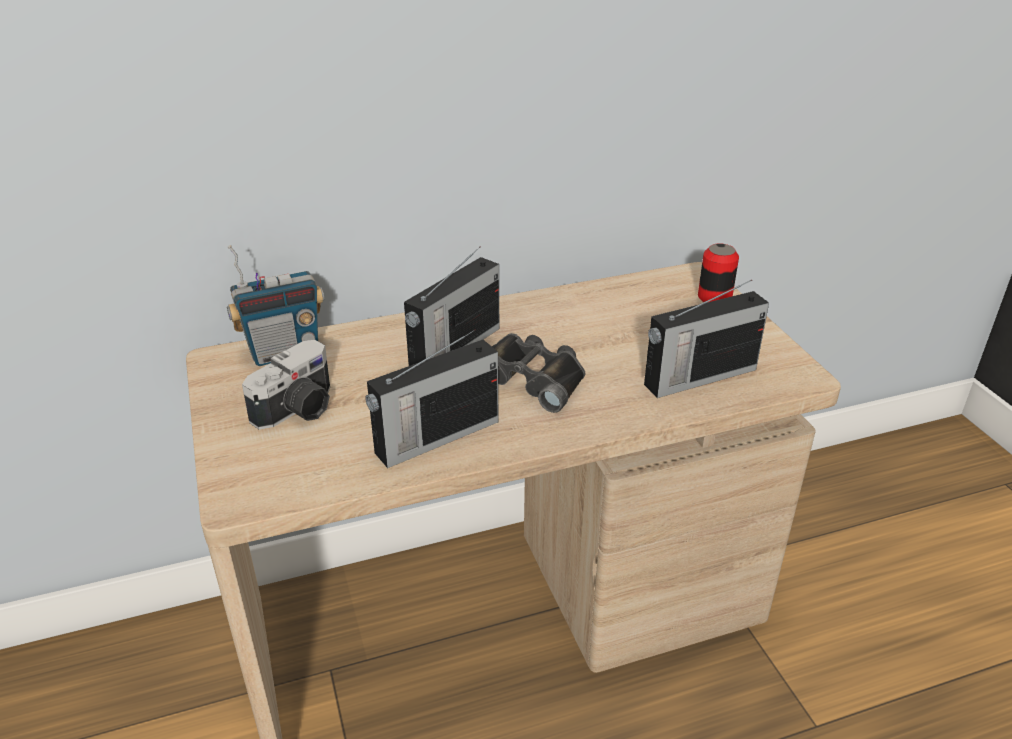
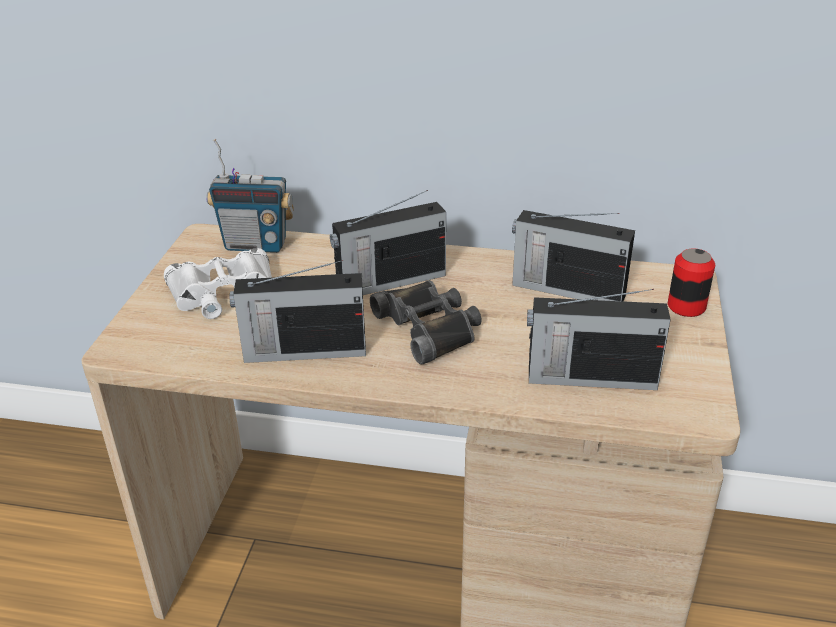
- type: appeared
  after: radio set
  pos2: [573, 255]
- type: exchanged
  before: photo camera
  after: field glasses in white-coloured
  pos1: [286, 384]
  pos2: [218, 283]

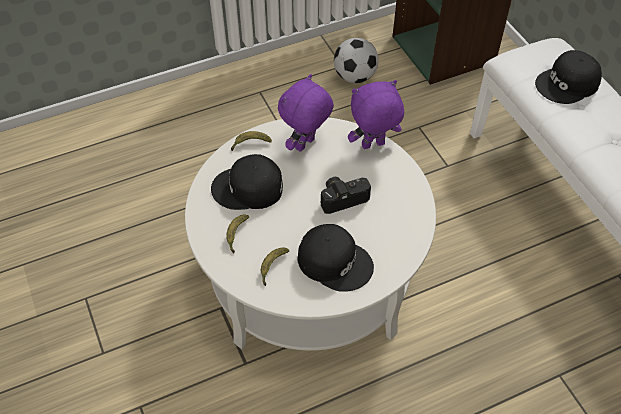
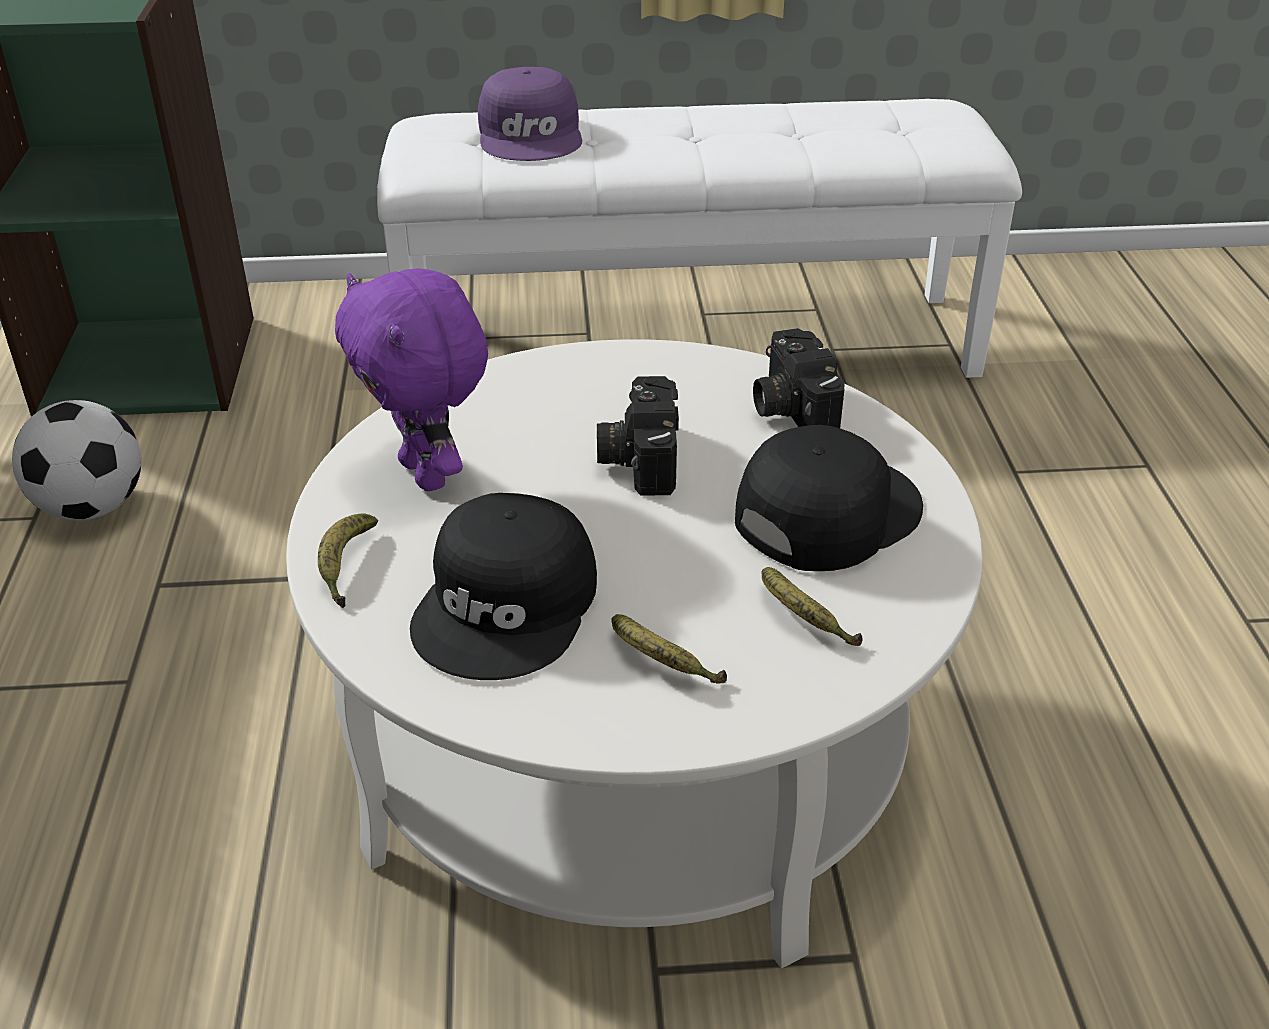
- type: missing
  before: cuddly toy in purple-coloured
  pos1: [376, 114]
- type: appeared
  after: photo camera
  pos2: [799, 378]
- type: colour
  before: cap in black
  after: cap in purple-coloured
  pos1: [568, 77]
  pos2: [530, 114]

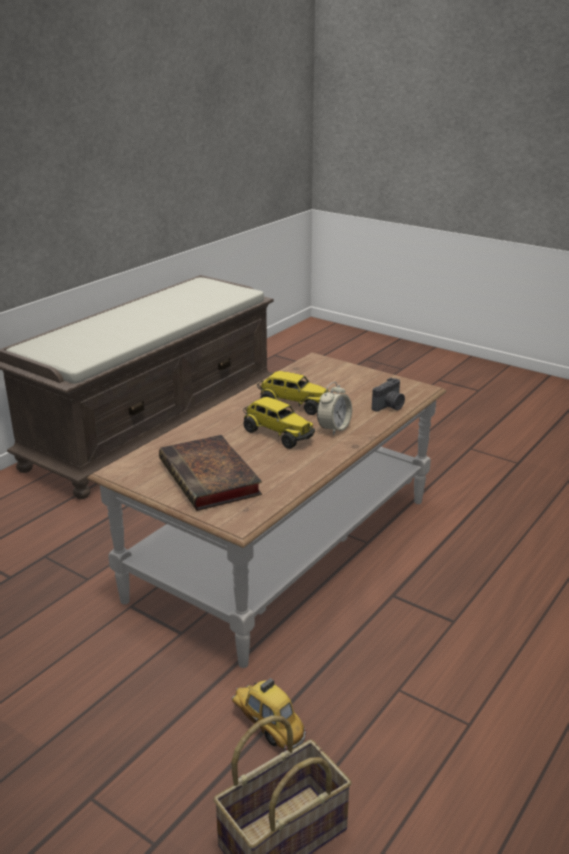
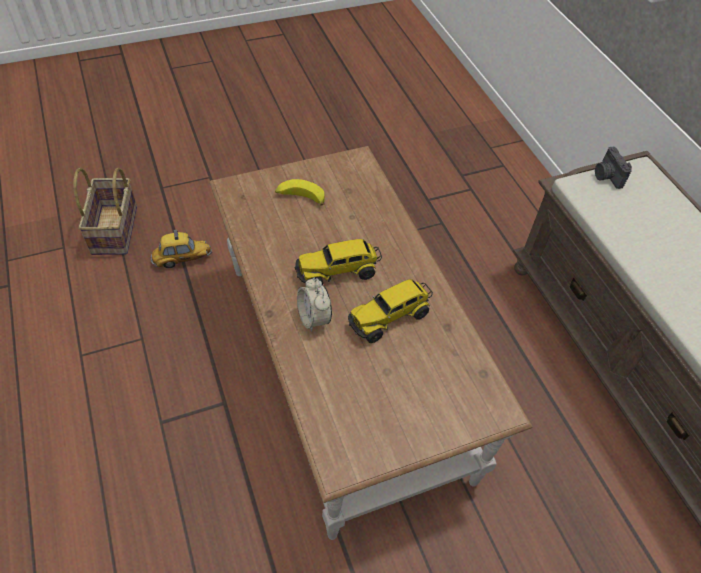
- type: relocated
  before: photo camera
  pos1: [388, 394]
  pos2: [613, 167]
- type: exchanged
  before: bound book
  after: banana
  pos1: [210, 473]
  pos2: [300, 192]

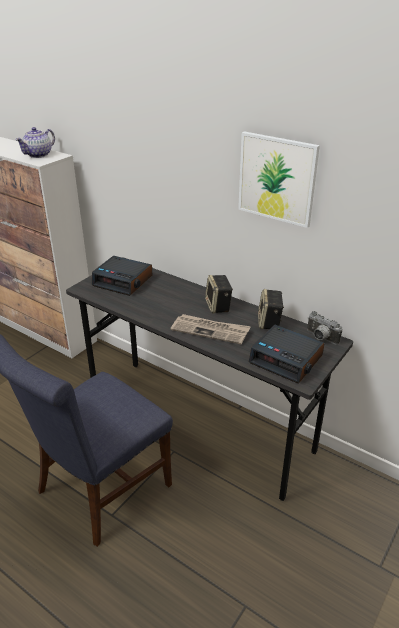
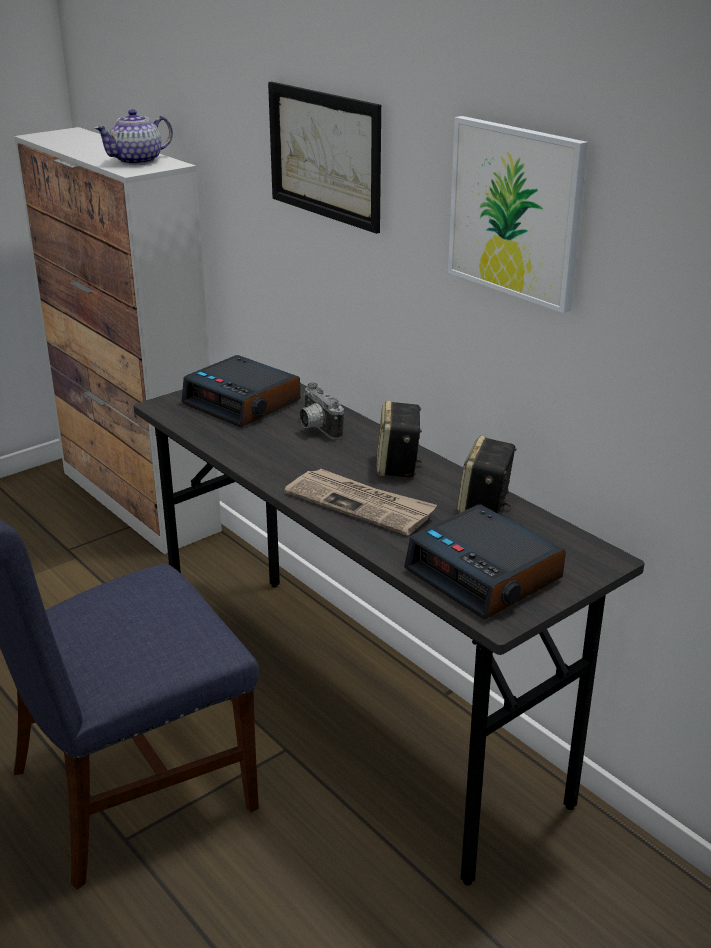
- type: appeared
  after: picture
  pos2: [324, 158]
- type: relocated
  before: photo camera
  pos1: [325, 328]
  pos2: [321, 410]

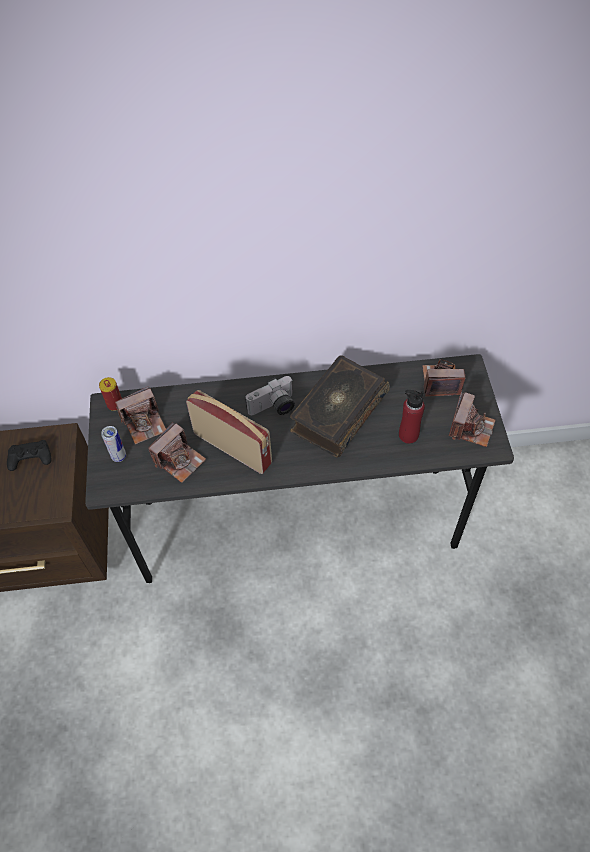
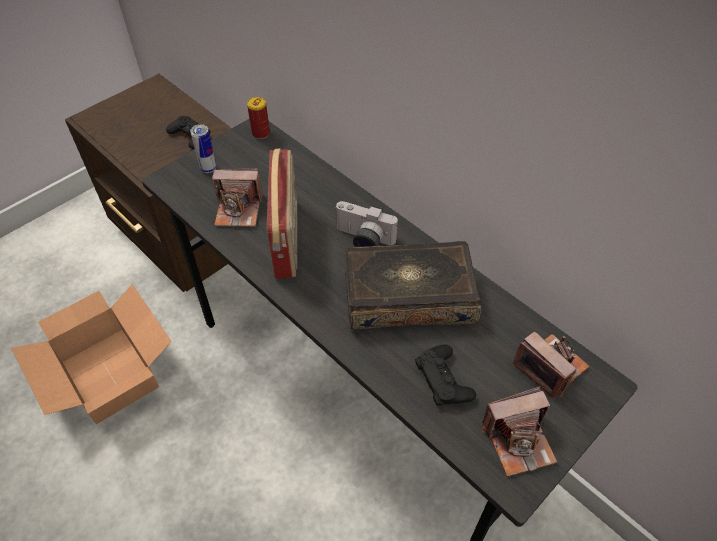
- type: missing
  before: photo camera
  pos1: [140, 415]
- type: appeared
  after: packing box
  pos2: [91, 354]
- type: exchanged
  before: beverage bottle in red-coloured
  after: joypad in black
  pos1: [412, 417]
  pos2: [445, 374]

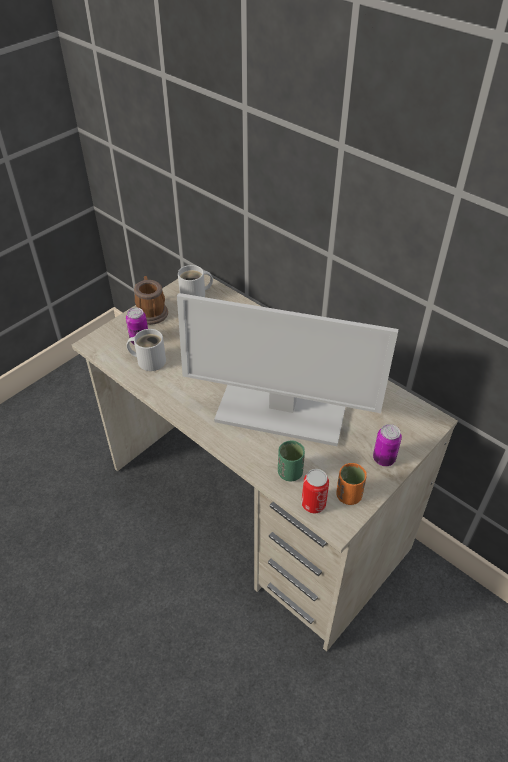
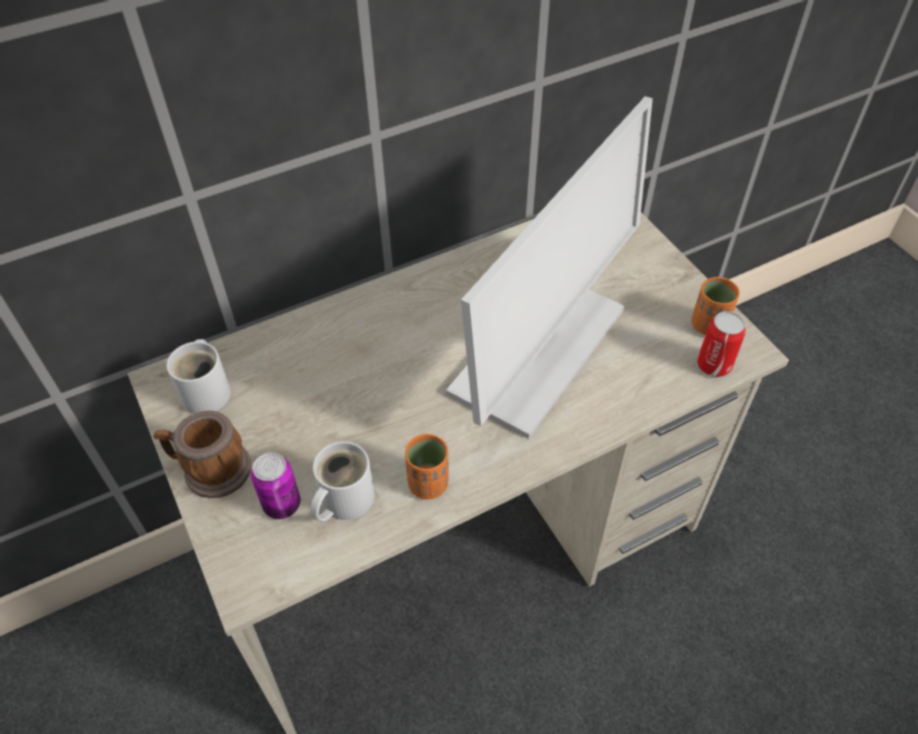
- type: missing
  before: cup in greenish
  pos1: [291, 461]
- type: missing
  before: metal can
  pos1: [387, 445]
- type: appeared
  after: cup in orange-coloured
  pos2: [427, 466]

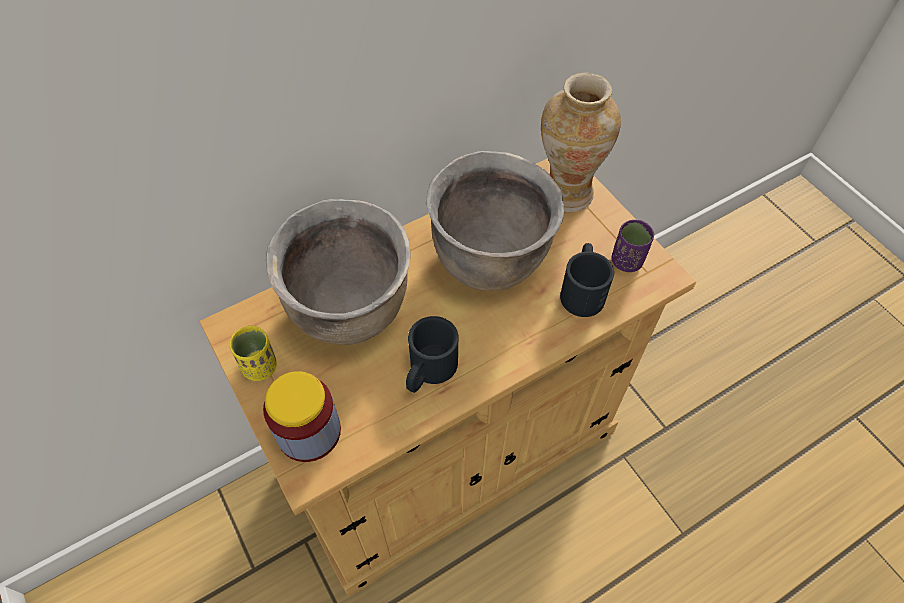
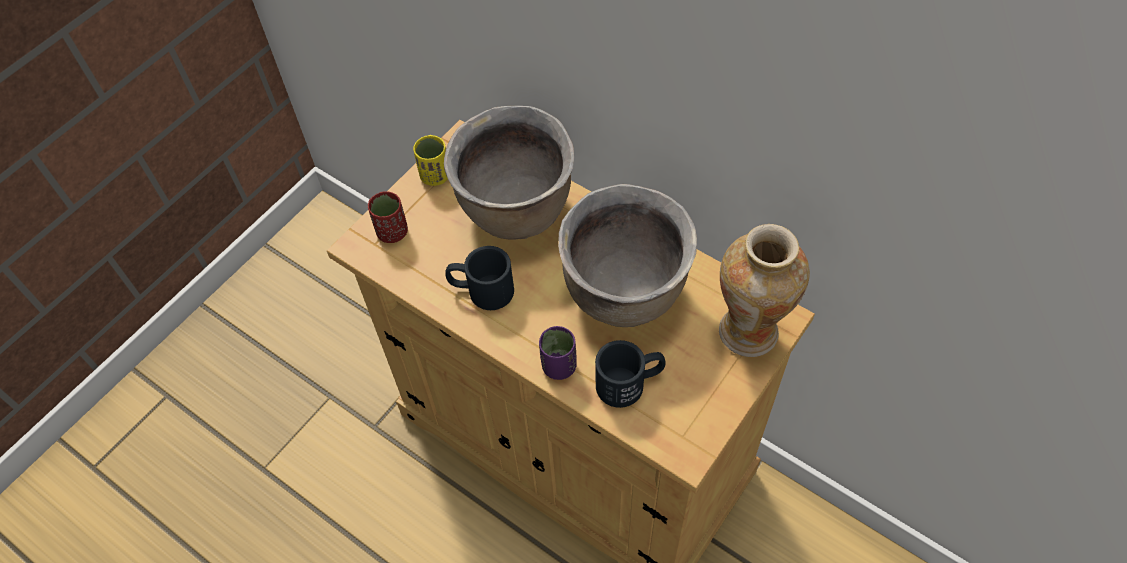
- type: relocated
  before: cup in purple-coloured
  pos1: [632, 246]
  pos2: [558, 353]
- type: exchanged
  before: jar
  after: cup in red-coloured
  pos1: [302, 416]
  pos2: [388, 217]

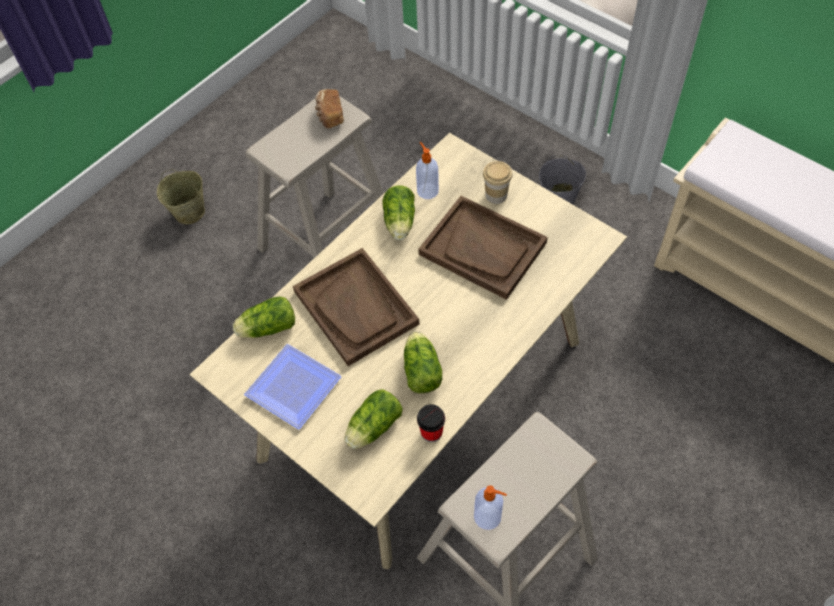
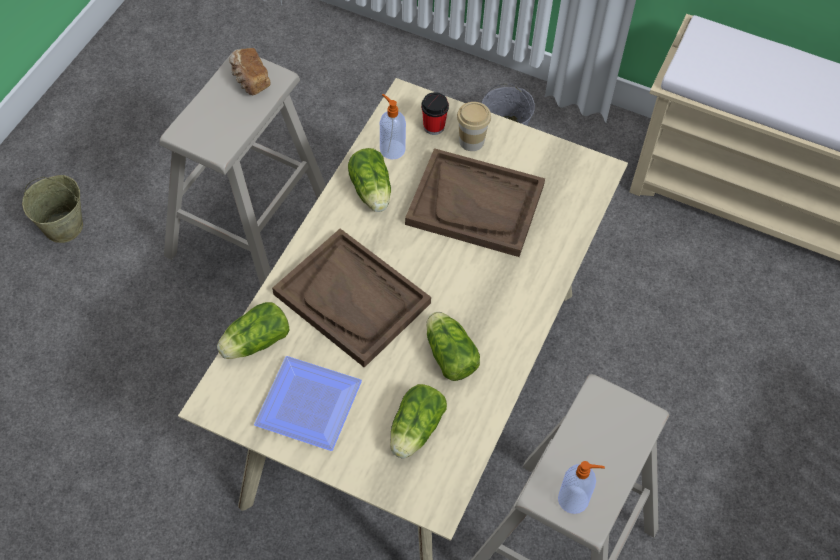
- type: relocated
  before: cup
  pos1: [431, 423]
  pos2: [435, 113]

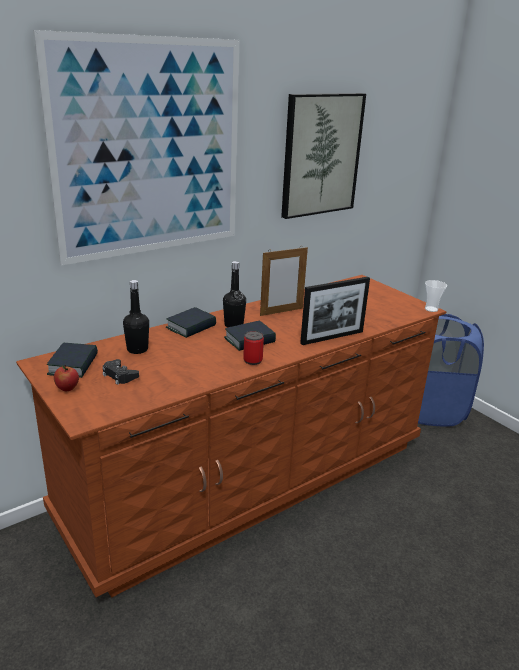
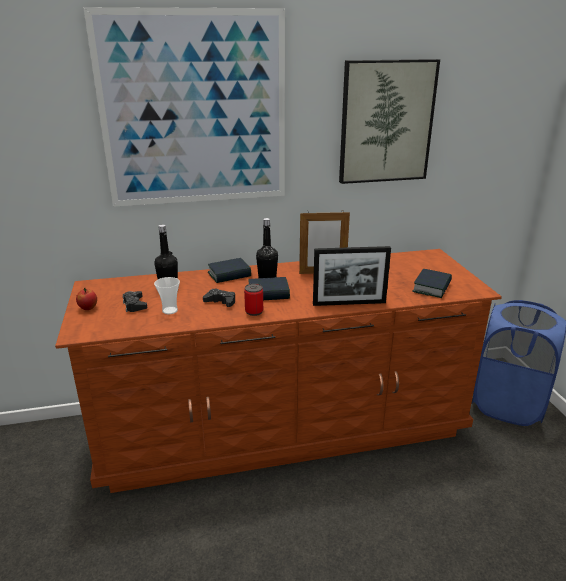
- type: appeared
  after: joypad in black
  pos2: [219, 297]
- type: relocated
  before: bound book
  pos1: [72, 360]
  pos2: [432, 283]
- type: relocated
  before: cup
  pos1: [436, 296]
  pos2: [167, 295]

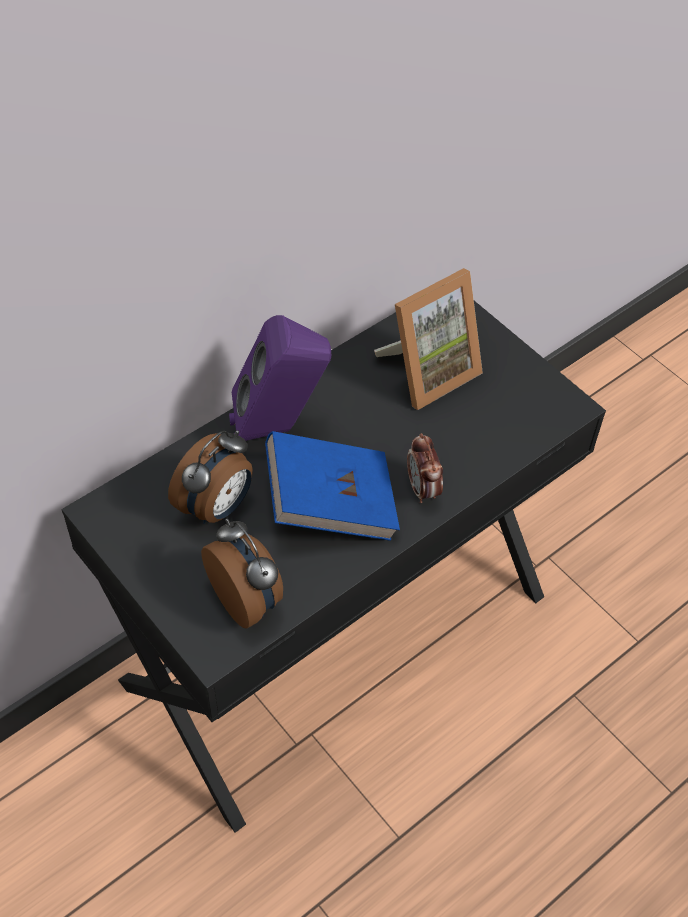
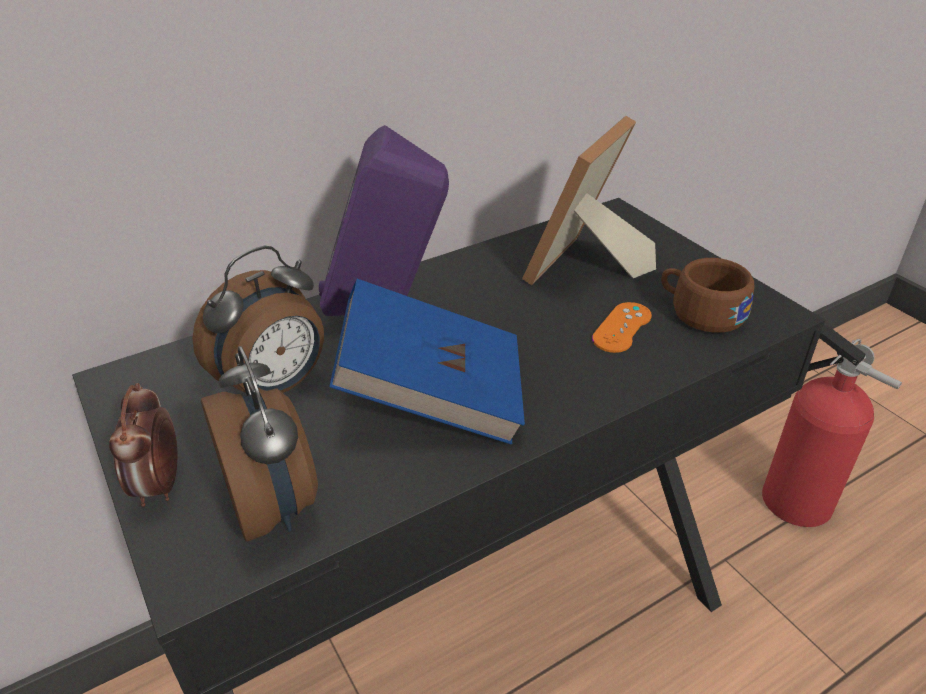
- type: appeared
  after: joypad in orange-coloured
  pos2: [622, 327]
- type: appeared
  after: cup in brown
  pos2: [707, 295]
- type: appeared
  after: fire extinguisher
  pos2: [832, 426]
- type: relocated
  before: table clock
  pos1: [425, 468]
  pos2: [143, 445]
- type: spun
  before: photo frame
  pos1: [428, 339]
  pos2: [589, 200]
  turn: 150

